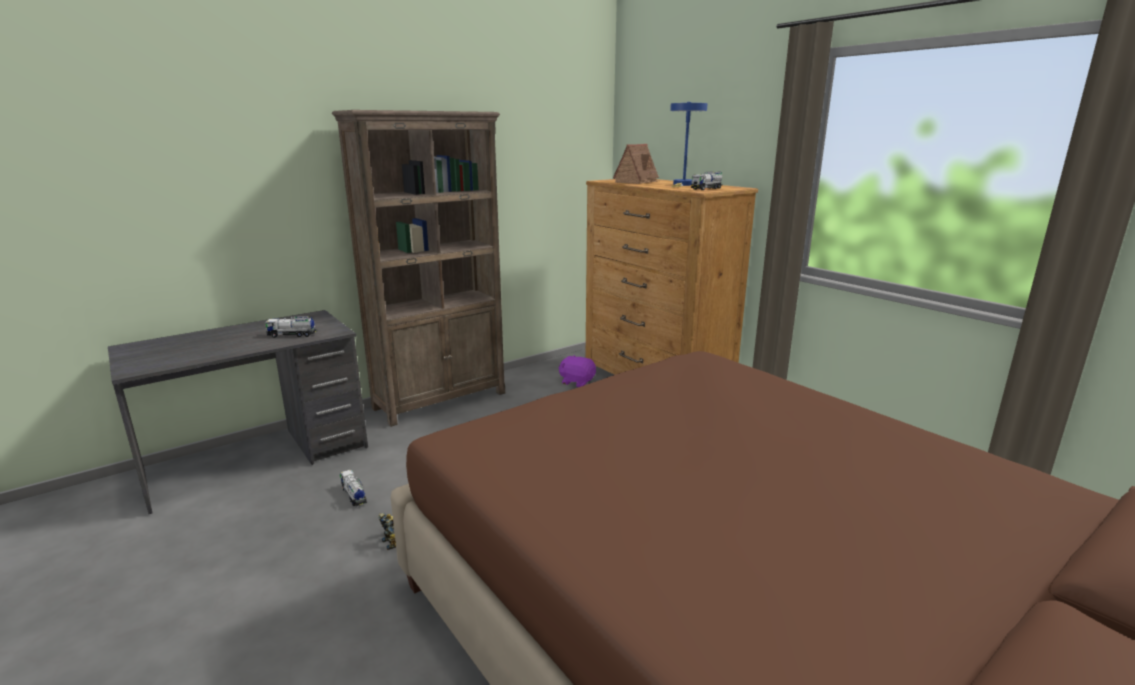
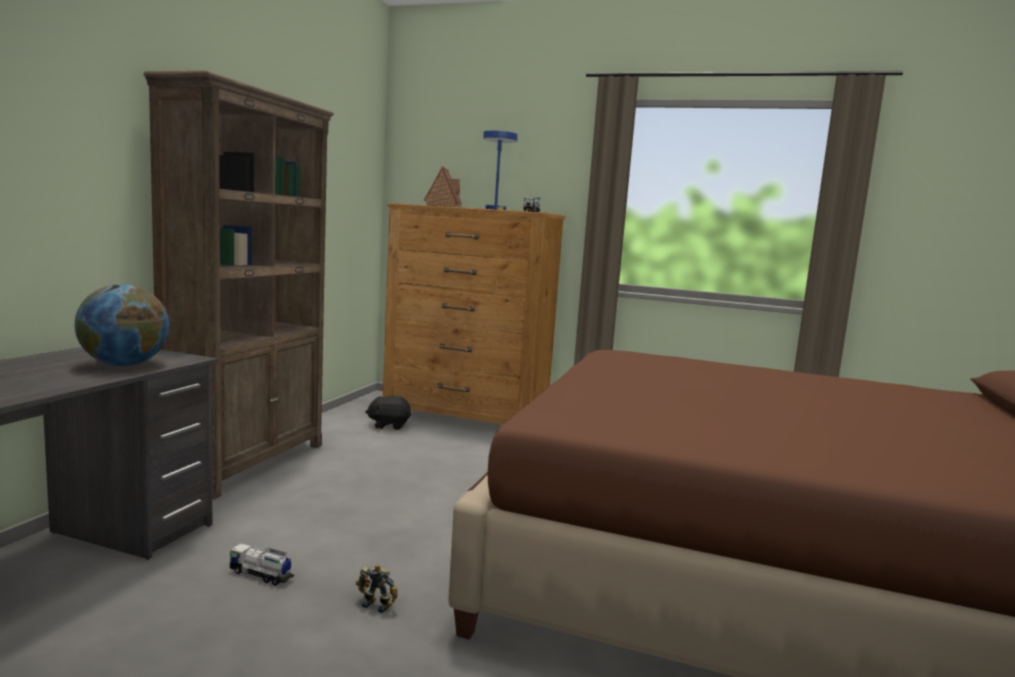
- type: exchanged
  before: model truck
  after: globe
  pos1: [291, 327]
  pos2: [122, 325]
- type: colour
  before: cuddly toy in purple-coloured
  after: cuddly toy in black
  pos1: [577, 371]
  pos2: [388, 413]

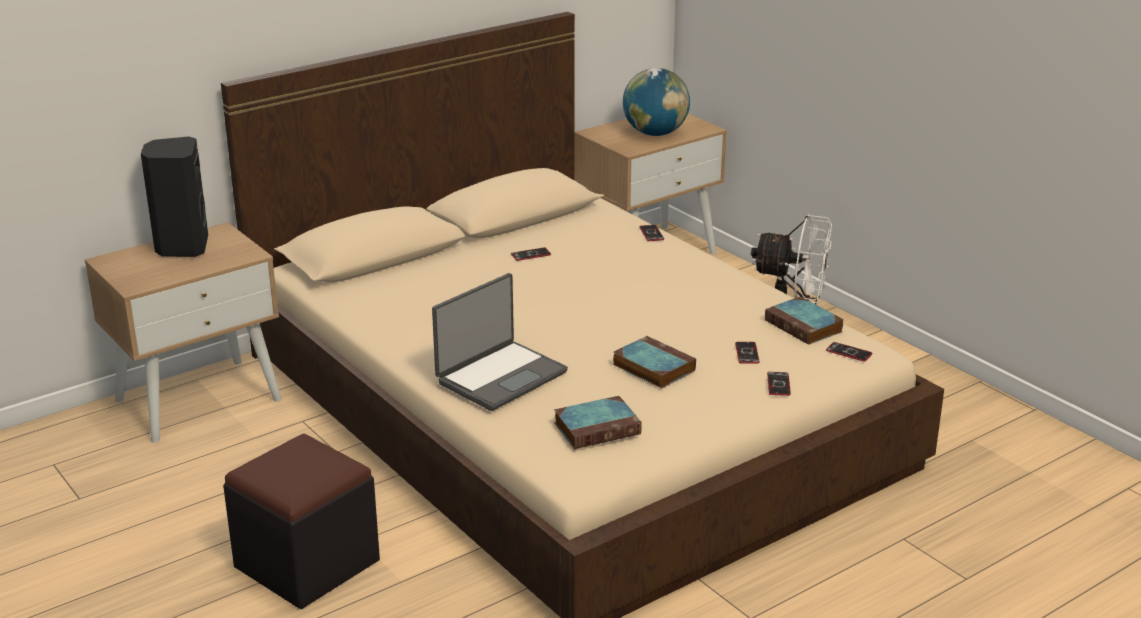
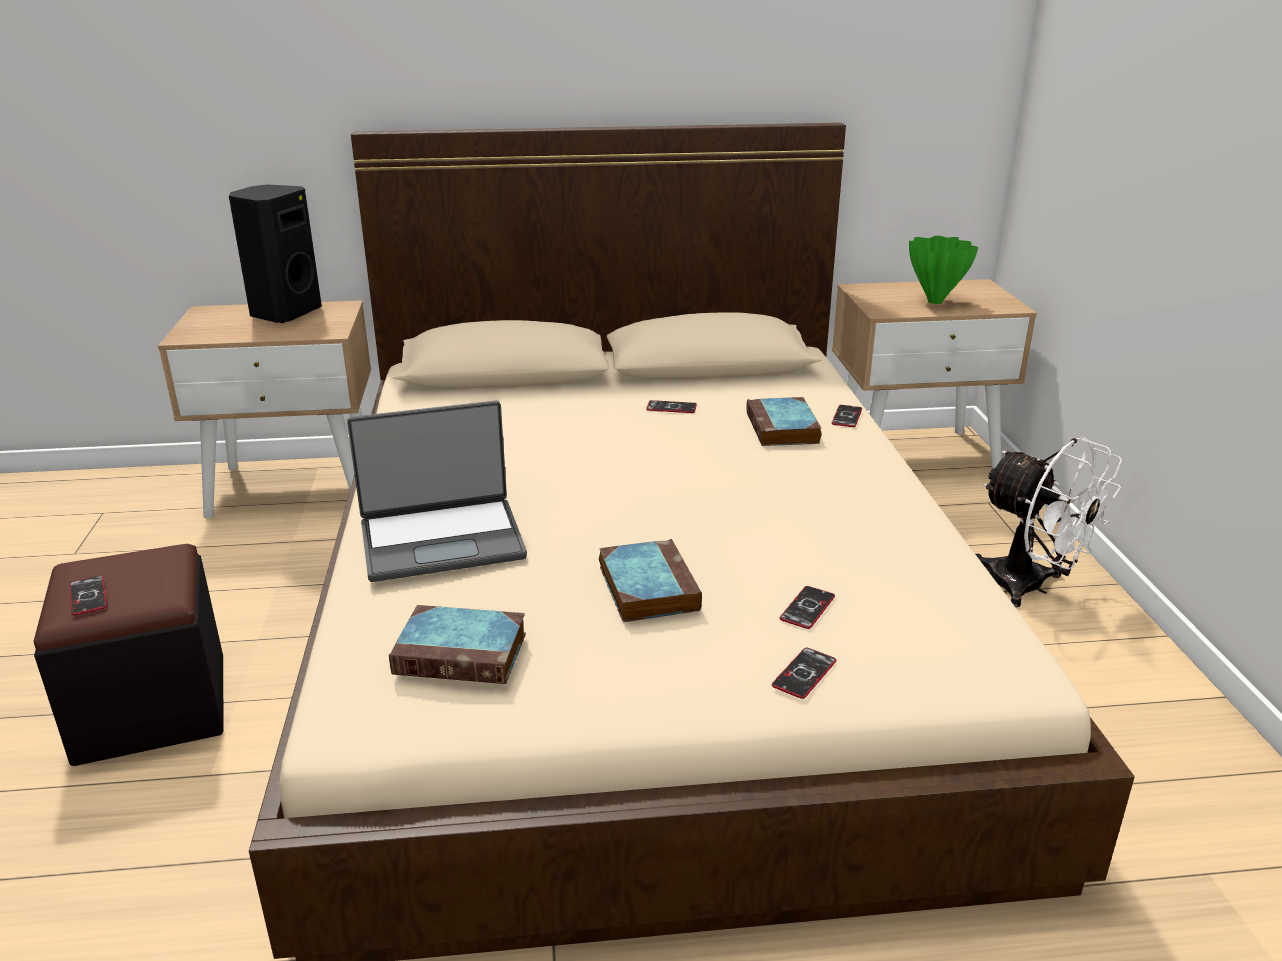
- type: relocated
  before: bound book
  pos1: [804, 321]
  pos2: [783, 421]
- type: relocated
  before: telephone
  pos1: [849, 352]
  pos2: [88, 595]
- type: exchanged
  before: globe
  after: flower vase in greenish
  pos1: [656, 102]
  pos2: [943, 270]

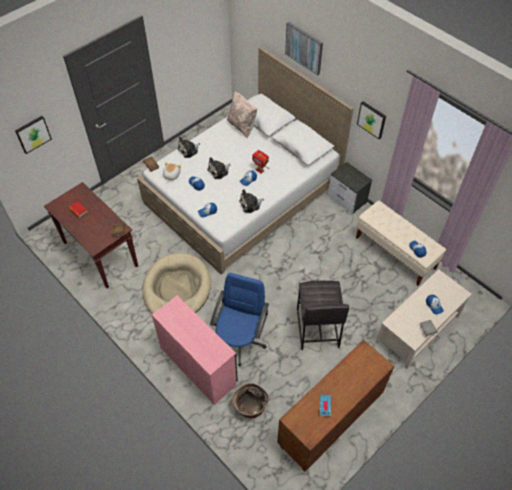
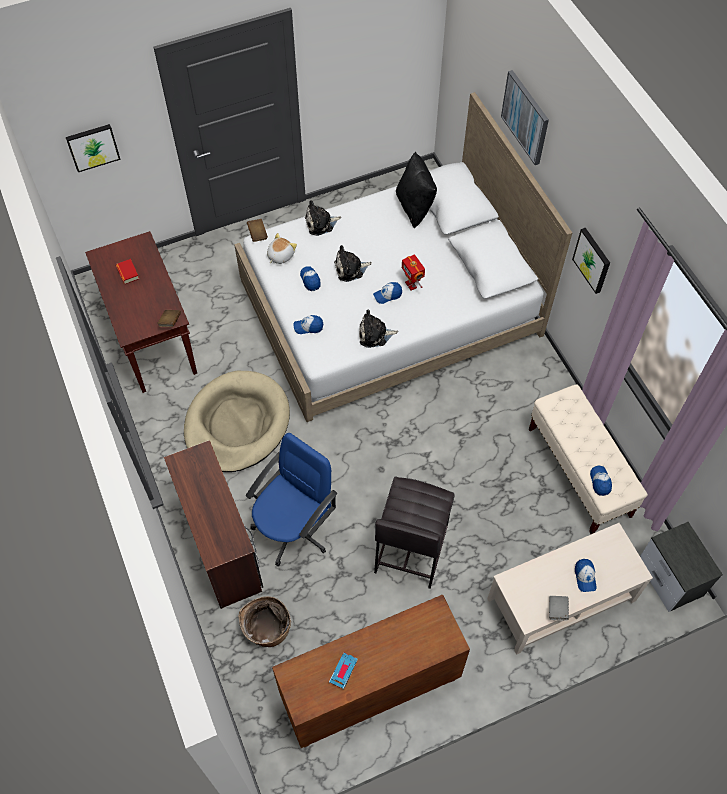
- type: relocated
  before: bedside table
  pos1: [350, 188]
  pos2: [681, 567]
- type: colour
  before: desk in pinkish
  after: desk in brown
  pos1: [195, 350]
  pos2: [213, 524]
- type: colour
  before: cushion in beige
  after: cushion in black
  pos1: [242, 114]
  pos2: [416, 190]

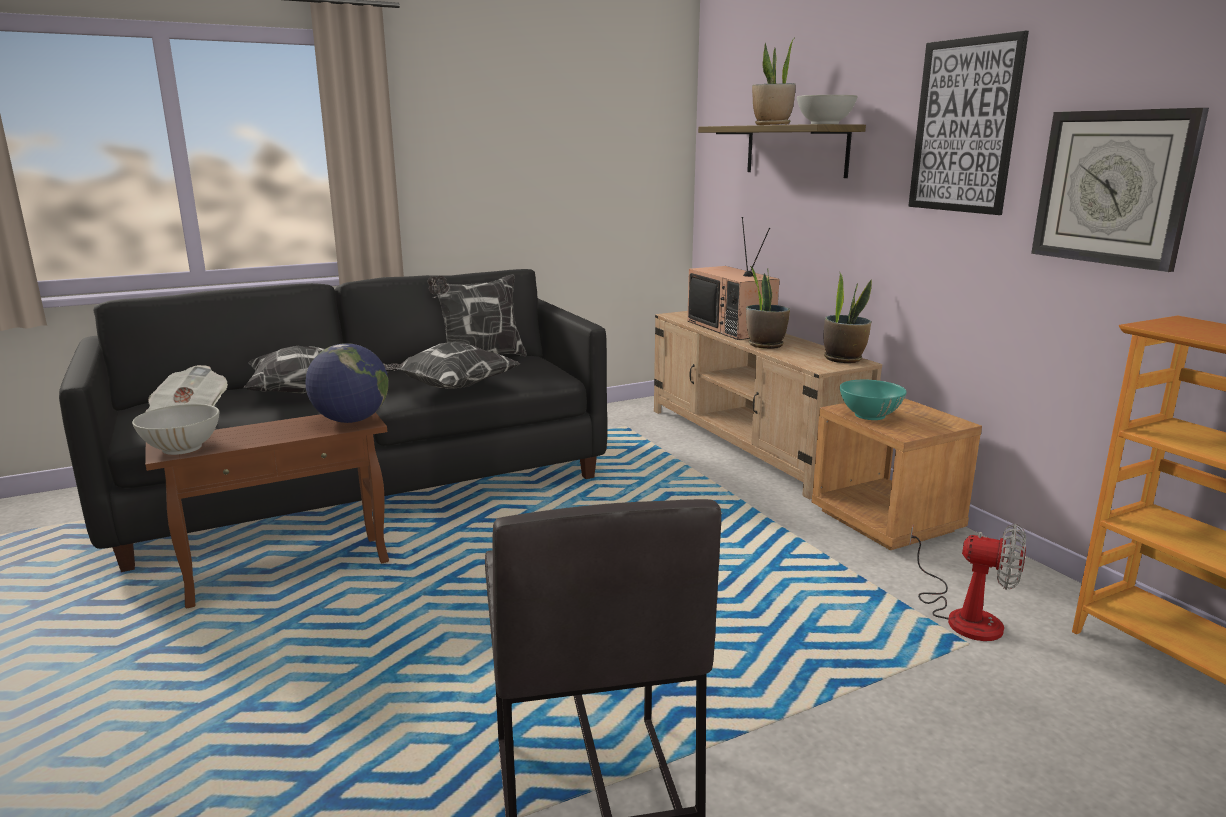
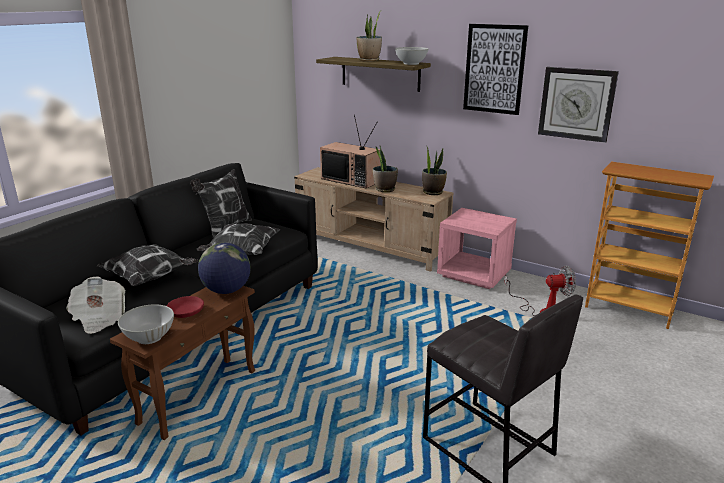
- type: missing
  before: serving bowl in turquoise-coloured
  pos1: [873, 400]
- type: appeared
  after: serving bowl in red-coloured
  pos2: [185, 307]
- type: colour
  before: bedside table in brown
  after: bedside table in pinkish
  pos1: [897, 474]
  pos2: [477, 248]

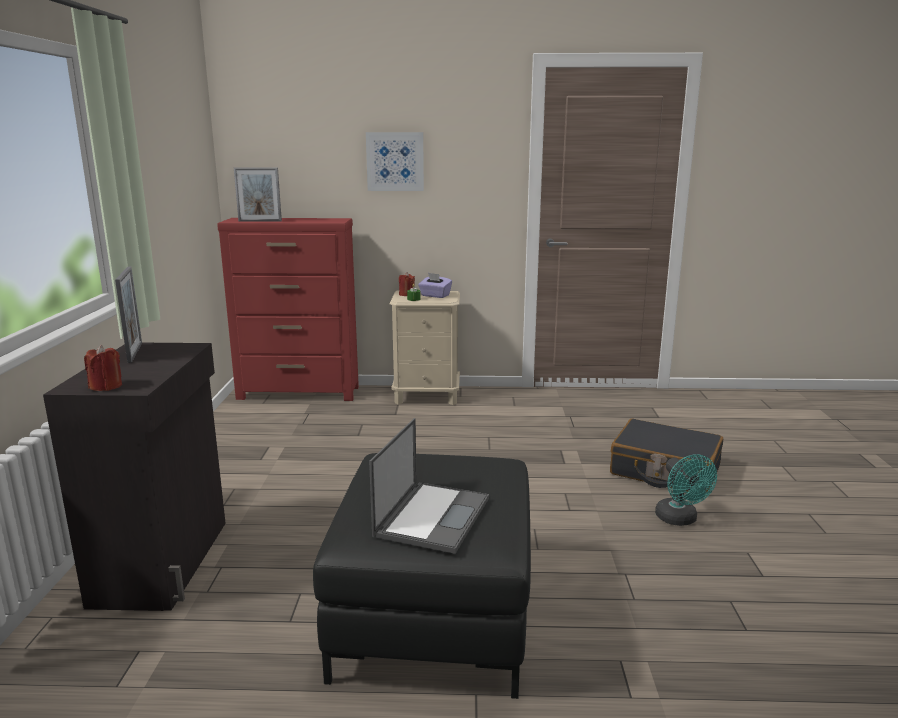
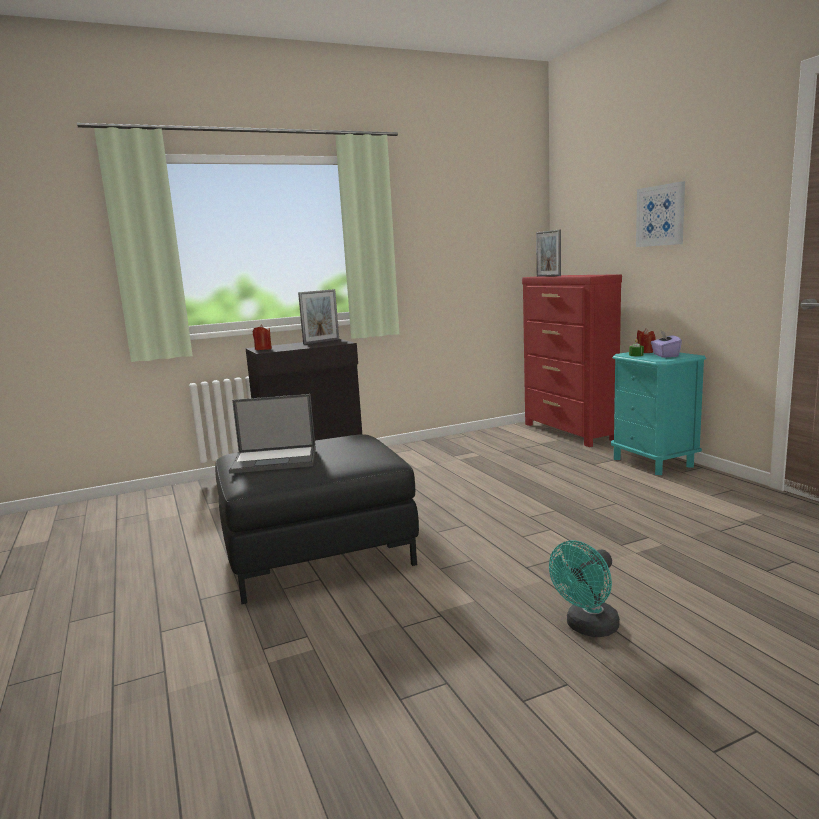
- type: missing
  before: piece of luggage in black
  pos1: [666, 456]
- type: colour
  before: bedside table in beige
  after: bedside table in turquoise-coloured
  pos1: [424, 348]
  pos2: [658, 413]

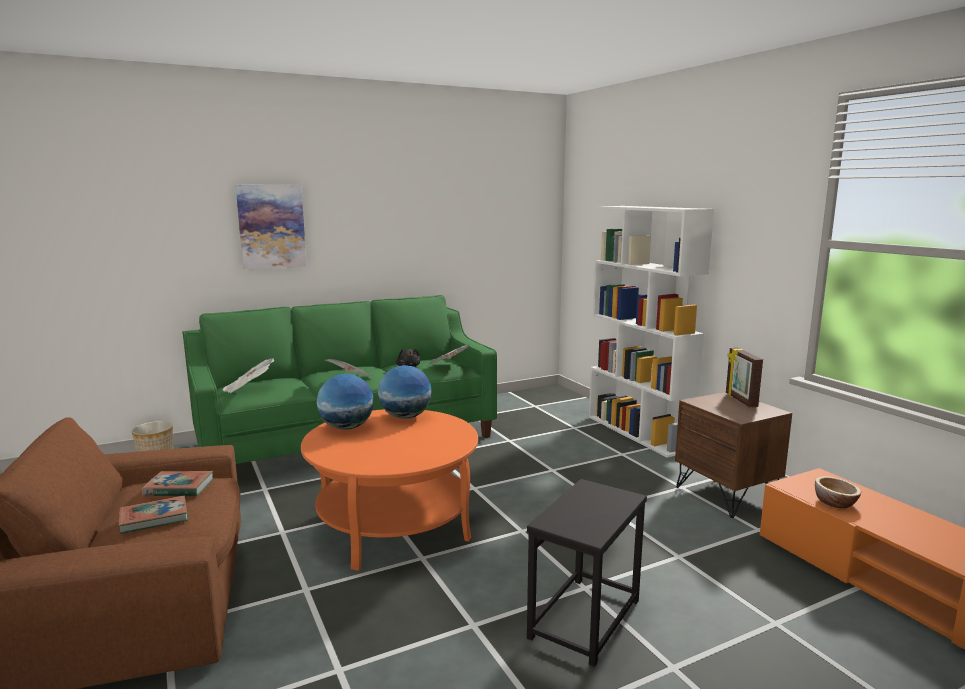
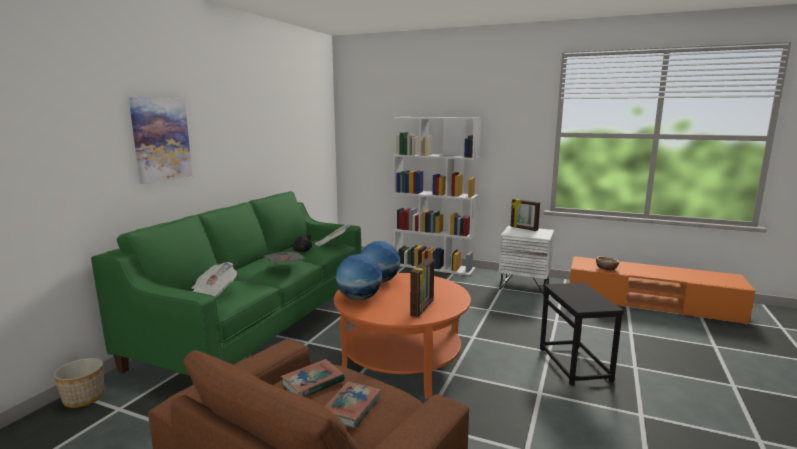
- type: appeared
  after: photo frame
  pos2: [422, 287]
- type: colour
  before: bedside table in brown
  after: bedside table in white-coloured
  pos1: [733, 454]
  pos2: [526, 260]

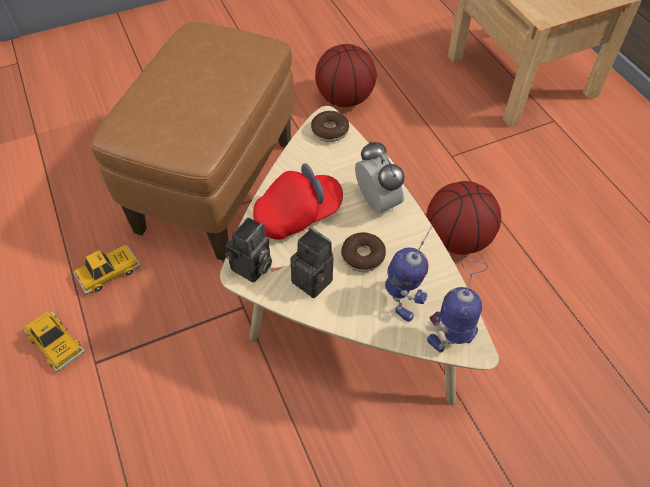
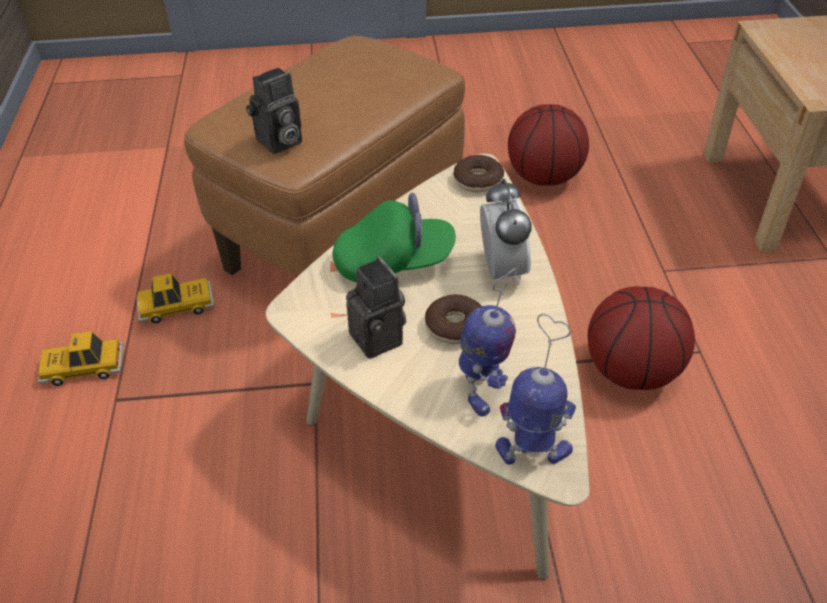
- type: relocated
  before: photo camera
  pos1: [248, 250]
  pos2: [274, 111]
- type: colour
  before: cap in red-coloured
  after: cap in greenish
  pos1: [298, 201]
  pos2: [394, 237]
- type: spun
  before: toy car
  pos1: [54, 341]
  pos2: [81, 358]
  turn: 105

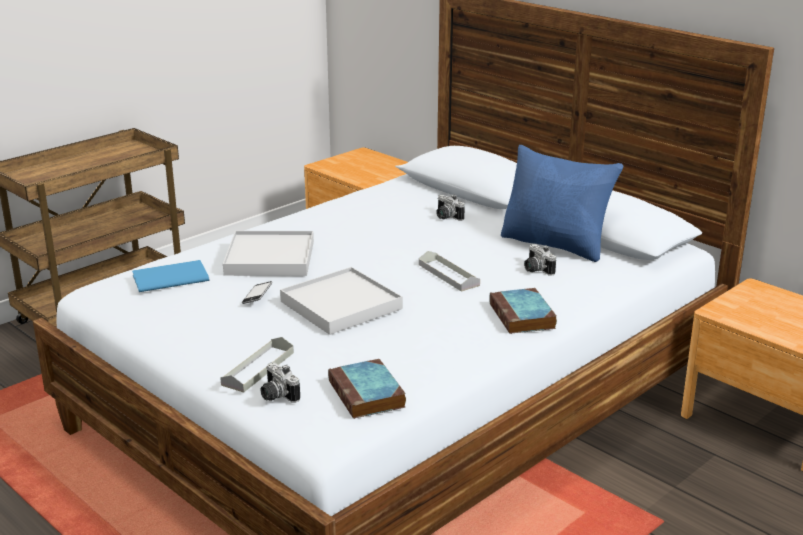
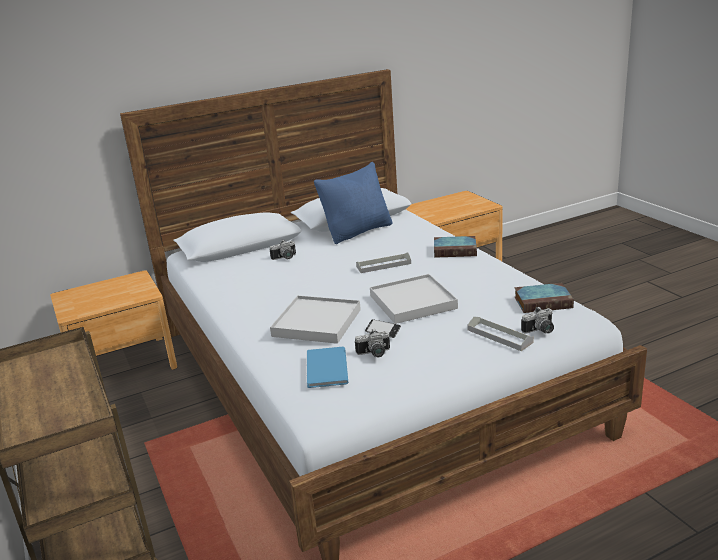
- type: relocated
  before: photo camera
  pos1: [540, 260]
  pos2: [372, 342]

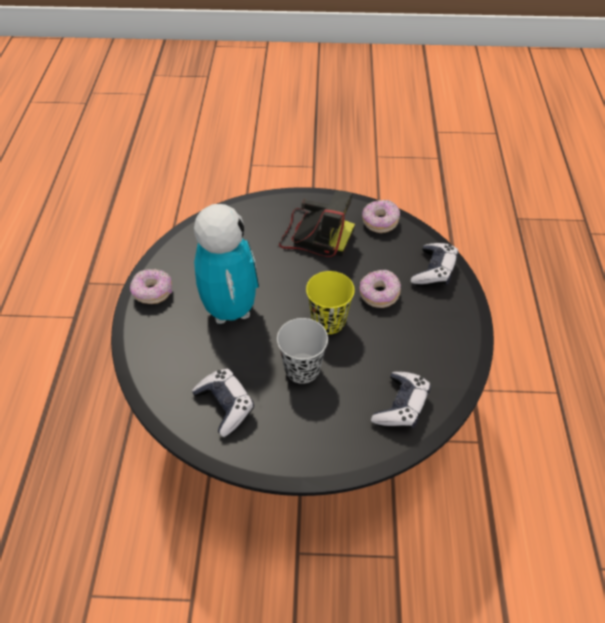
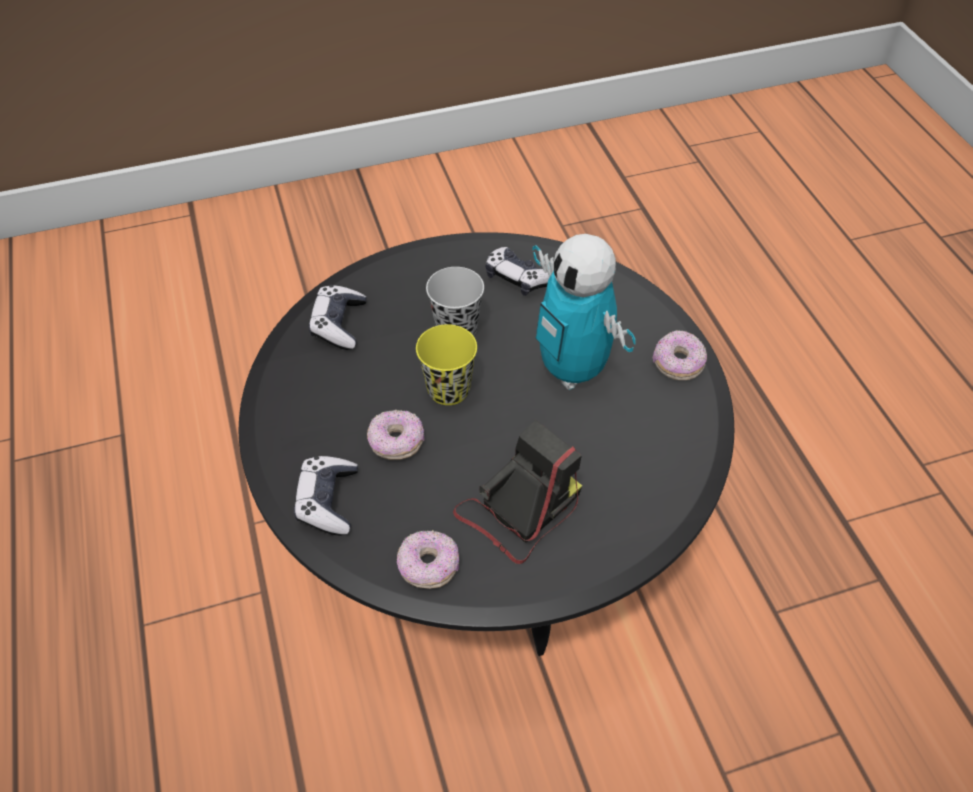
- type: spun
  before: photo camera
  pos1: [317, 223]
  pos2: [517, 492]
  turn: 135

